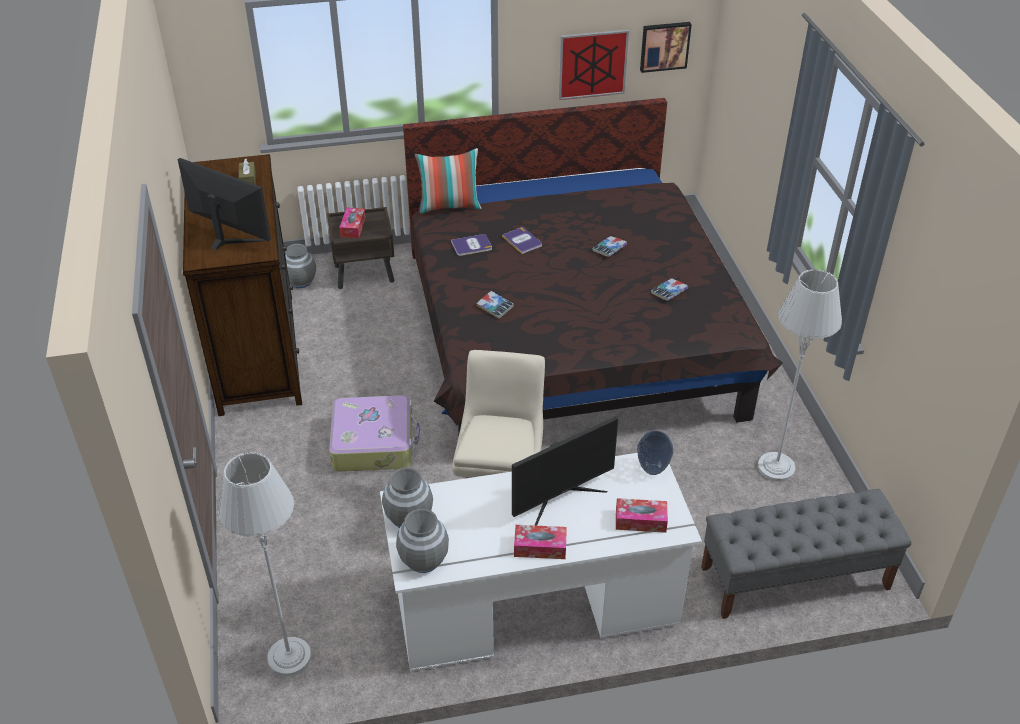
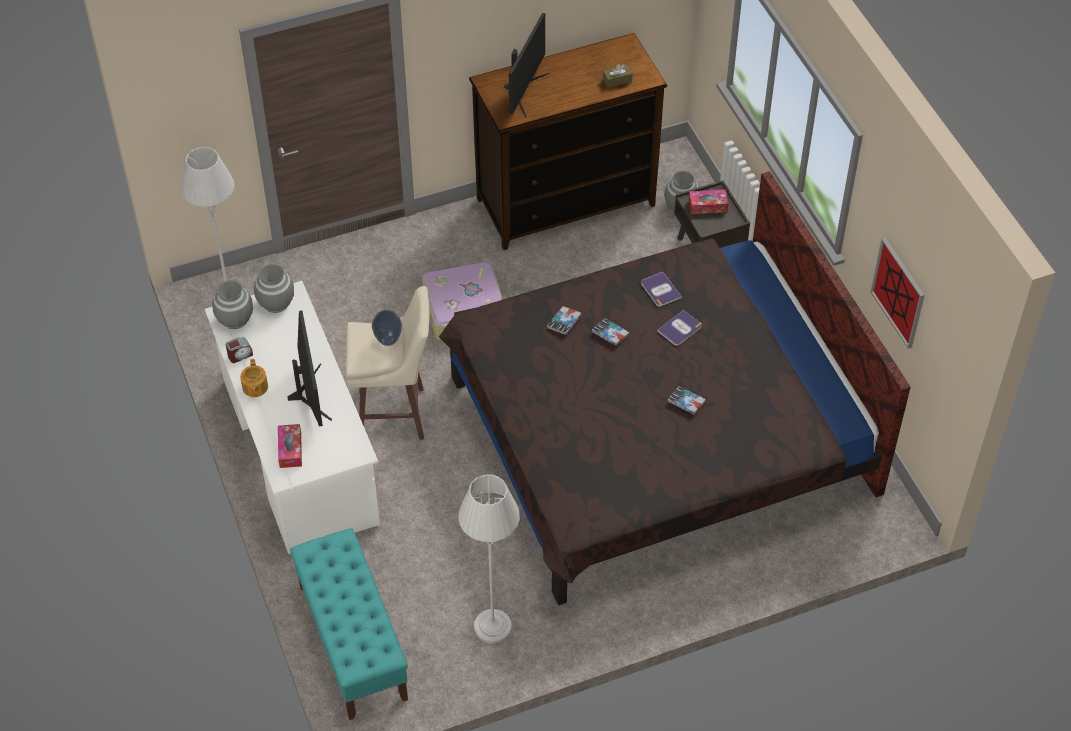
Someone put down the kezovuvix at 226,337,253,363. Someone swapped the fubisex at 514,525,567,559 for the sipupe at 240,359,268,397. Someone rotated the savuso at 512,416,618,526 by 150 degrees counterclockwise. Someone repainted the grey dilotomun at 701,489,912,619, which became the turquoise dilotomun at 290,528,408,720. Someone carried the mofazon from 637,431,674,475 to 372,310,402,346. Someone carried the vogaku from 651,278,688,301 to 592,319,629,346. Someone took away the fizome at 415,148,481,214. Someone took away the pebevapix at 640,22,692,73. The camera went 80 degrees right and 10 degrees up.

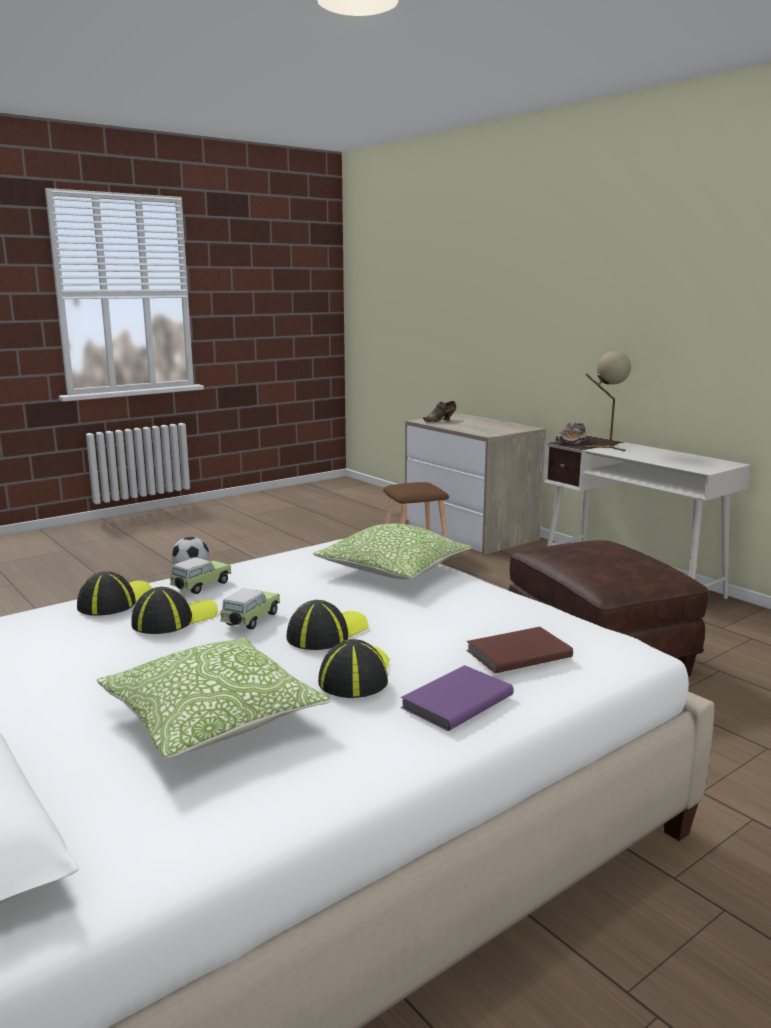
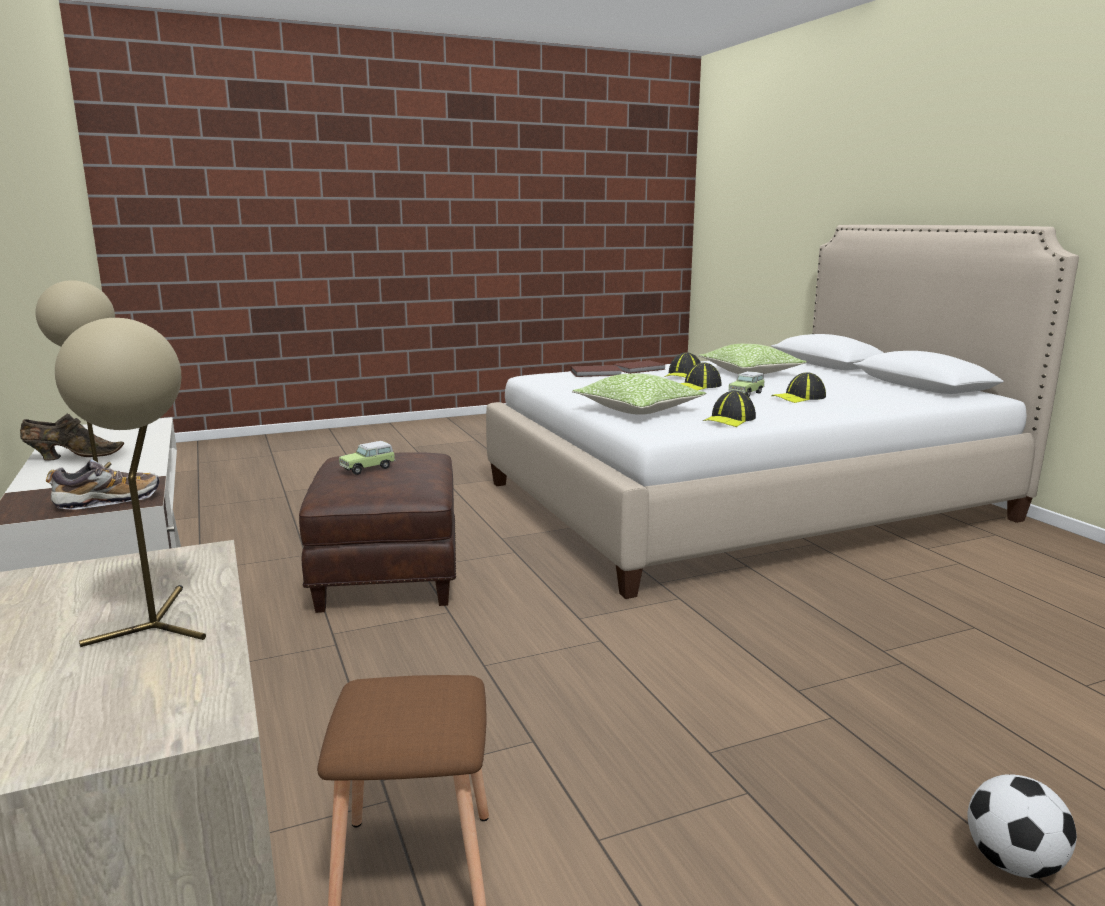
Someone carried the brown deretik from 423,401,456,422 to 20,414,124,461. Someone put down the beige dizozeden at 55,318,206,647. Someone carried the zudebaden from 170,557,231,594 to 339,441,396,475. Someone repainted the purple vogaku at 400,665,514,731, which became the brown vogaku at 613,360,666,374. Someone carried the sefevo from 77,571,152,616 to 703,391,756,427. The camera went 165 degrees left and 0 degrees up.

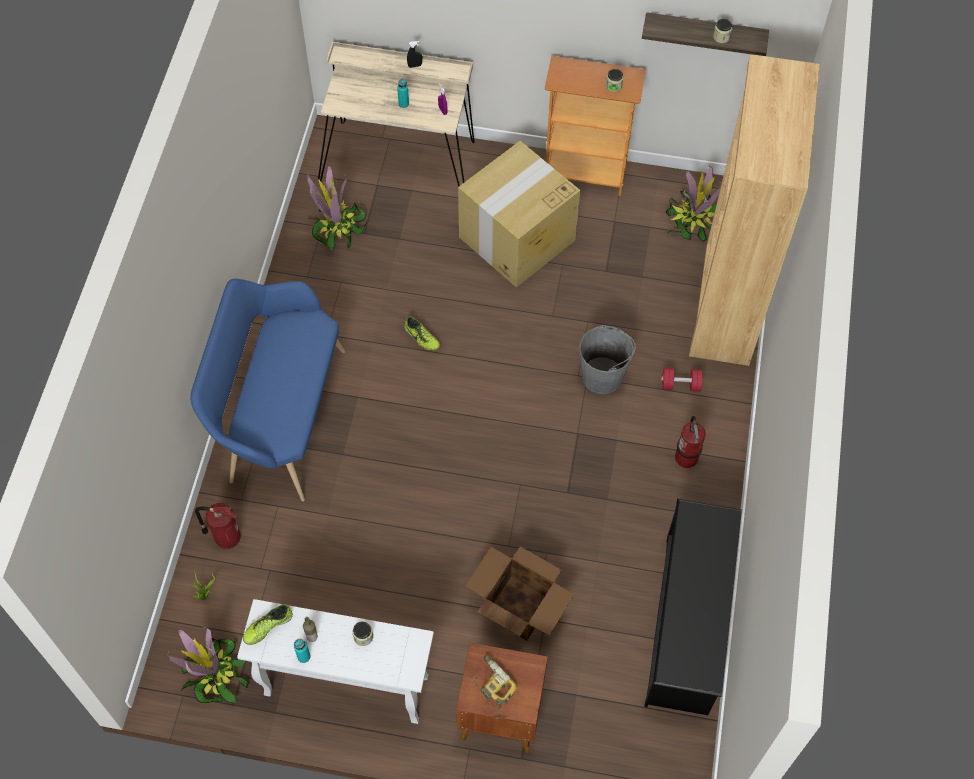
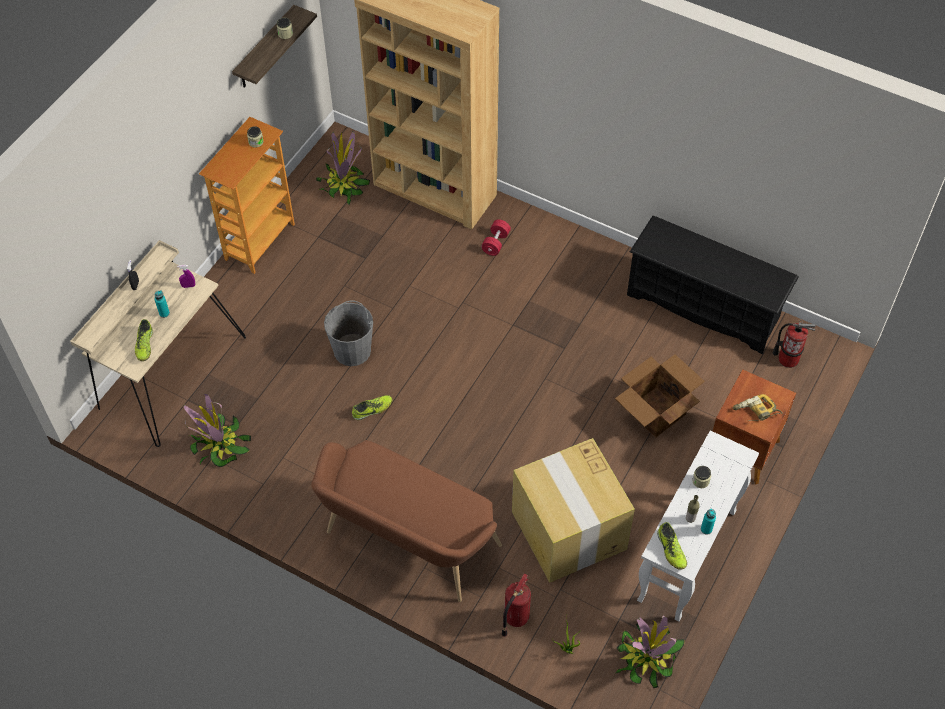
Someone put down the deretik at 135,319,153,361. Someone repainted the blue dilotomun at 190,279,345,501, which became the brown dilotomun at 311,440,502,602. Someone carried the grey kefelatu from 579,325,636,394 to 324,301,373,366. Someone carried the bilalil from 458,141,580,287 to 512,438,635,583. Someone carried the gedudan from 675,416,706,468 to 773,320,816,368. The camera went 70 degrees left and 5 degrees down.

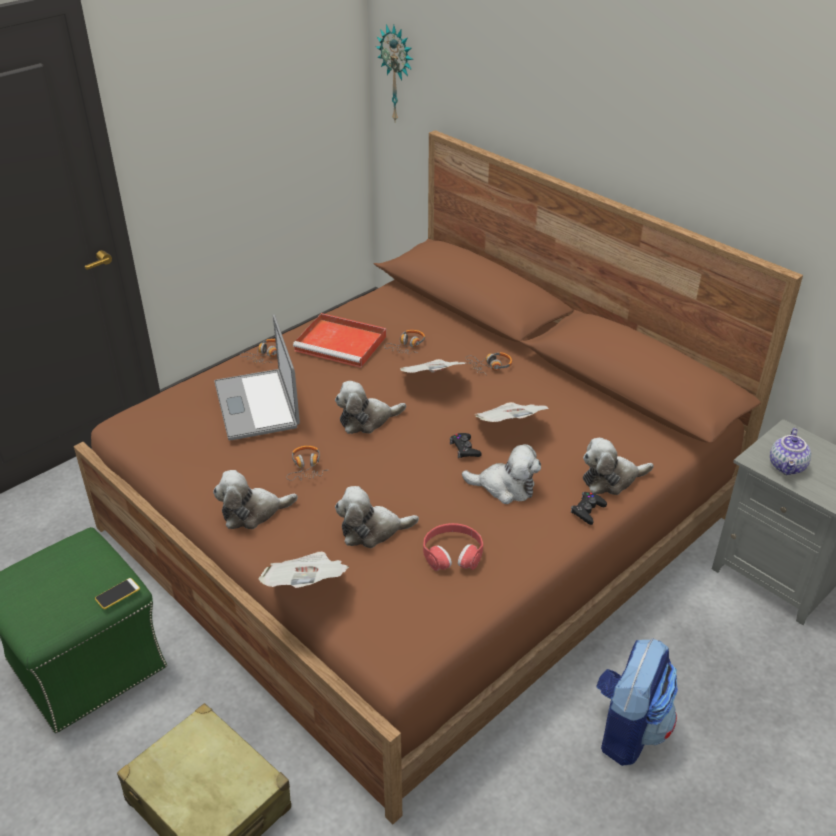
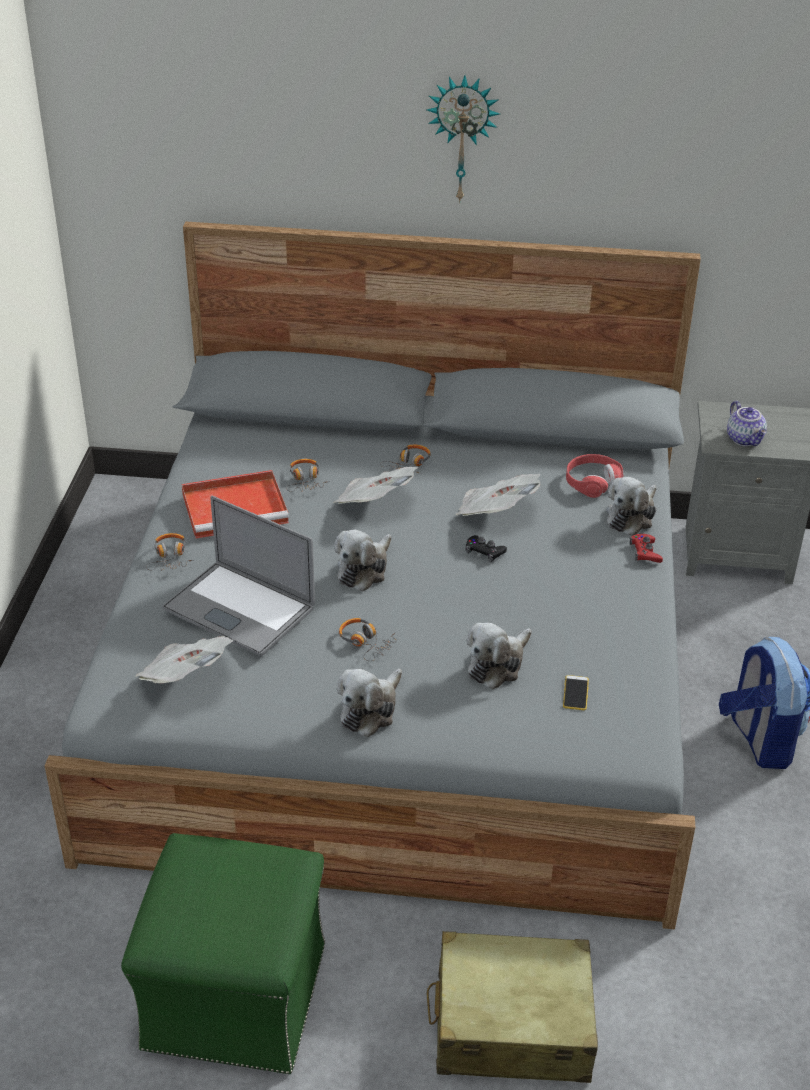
Someone repainted the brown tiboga at 74,130,803,824, which became the grey tiboga at 45,222,701,929. Someone carried the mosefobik from 258,552,349,588 to 136,636,233,683. Someone carried the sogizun from 376,24,413,121 to 427,75,500,203. Someone carried the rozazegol from 95,578,140,609 to 563,675,589,710. Someone carried the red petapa from 423,523,483,571 to 566,454,623,498. Someone repainted the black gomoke at 571,492,607,525, which became the red gomoke at 629,534,663,563. Someone took away the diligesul at 462,444,541,504. The camera went 40 degrees left and 0 degrees up.

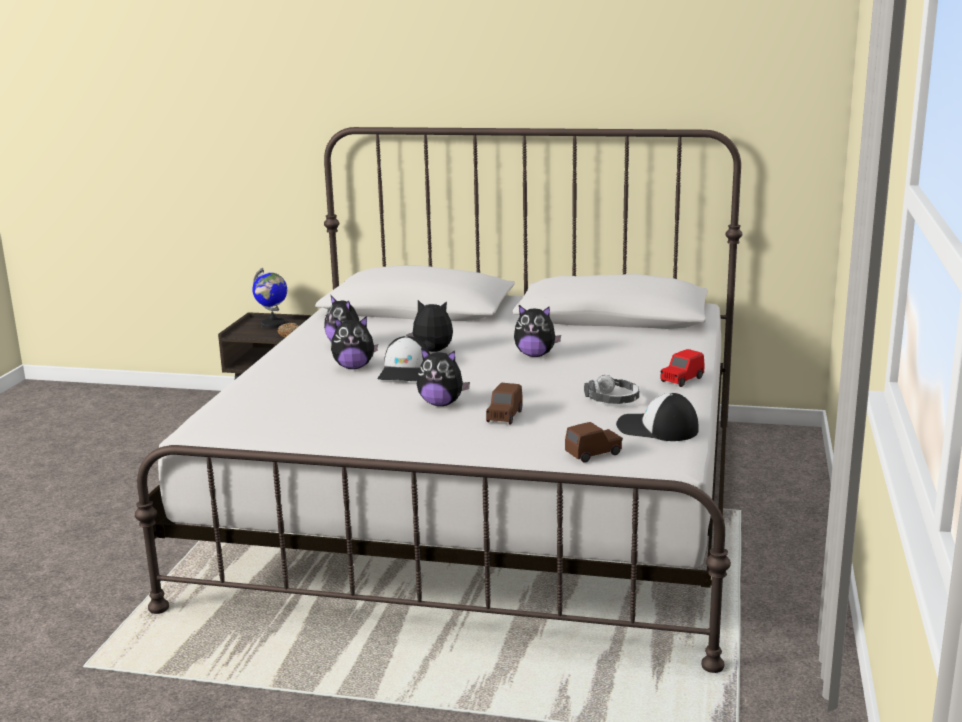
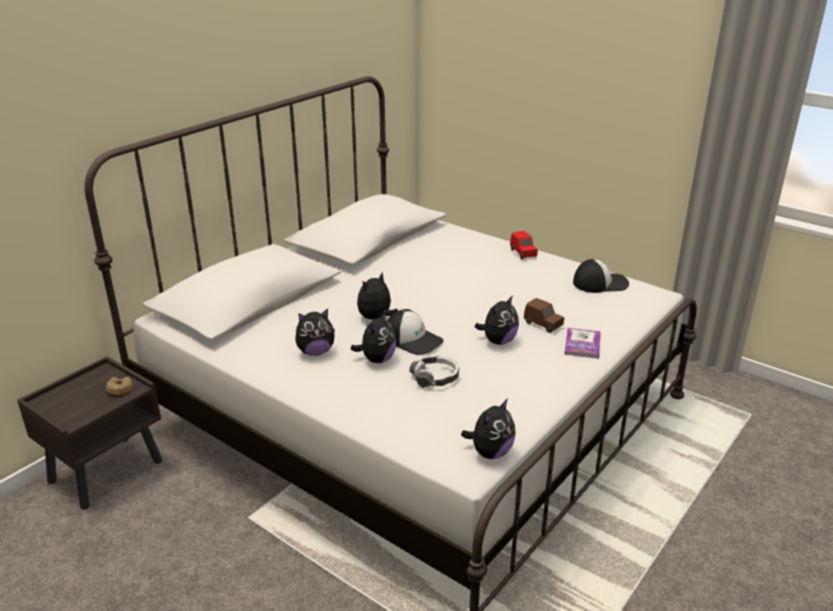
Someone carried the petapa from 584,375,639,404 to 410,356,459,388. Someone carried the diligesul from 514,305,561,357 to 461,398,516,459. Someone put down the vogaku at 564,328,601,359. Someone rotated the sefevo at 616,393,698,441 by 150 degrees counterclockwise. Someone took away the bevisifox at 252,267,287,329. Someone took away the brown zudebaden at 565,422,623,463. The camera went 65 degrees left and 10 degrees up.

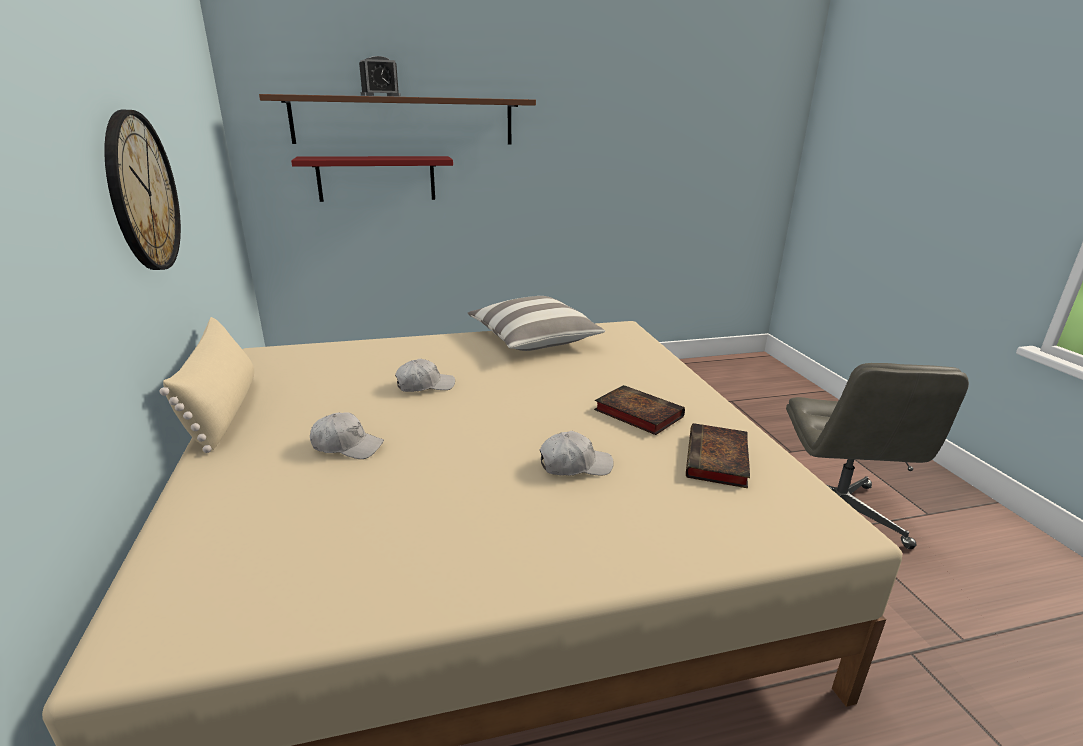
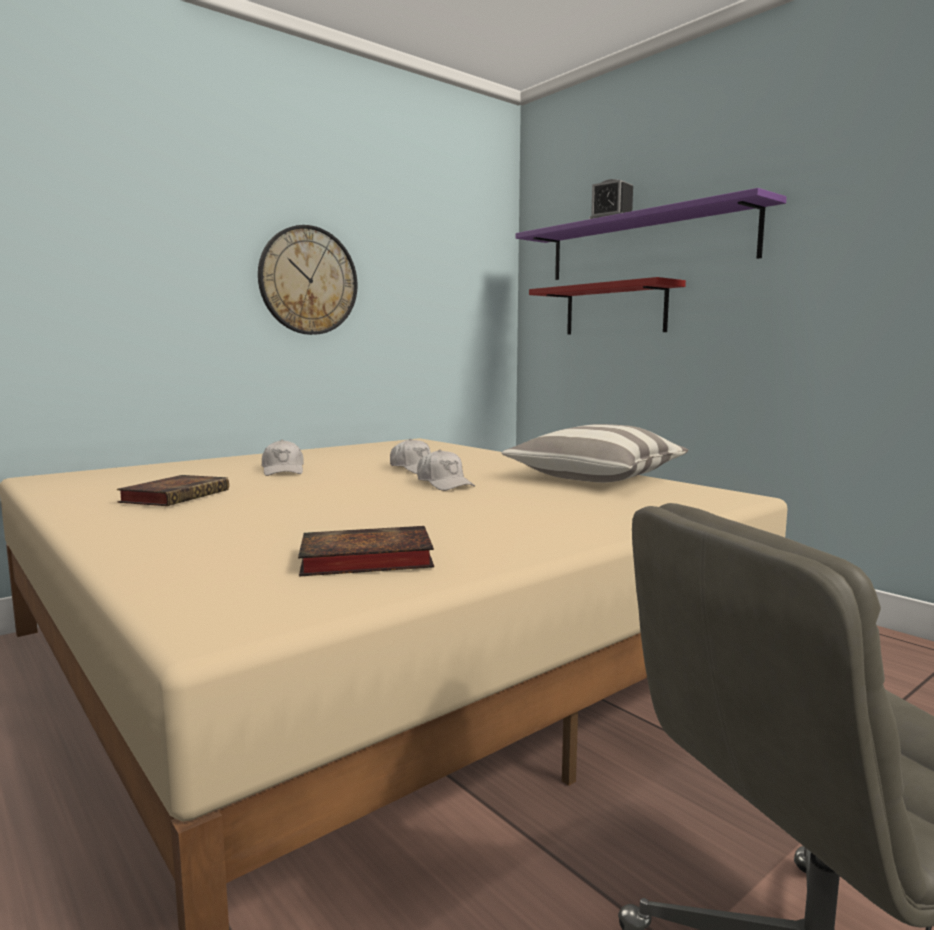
Someone carried the vogaku from 594,385,685,435 to 117,475,229,506. Someone carried the white sefevo from 540,431,614,476 to 417,450,475,491. Someone repainted the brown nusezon at 259,94,536,145, which became the purple nusezon at 516,188,787,280. Someone took away the beige fizome at 159,317,254,453. The camera went 65 degrees right and 15 degrees down.

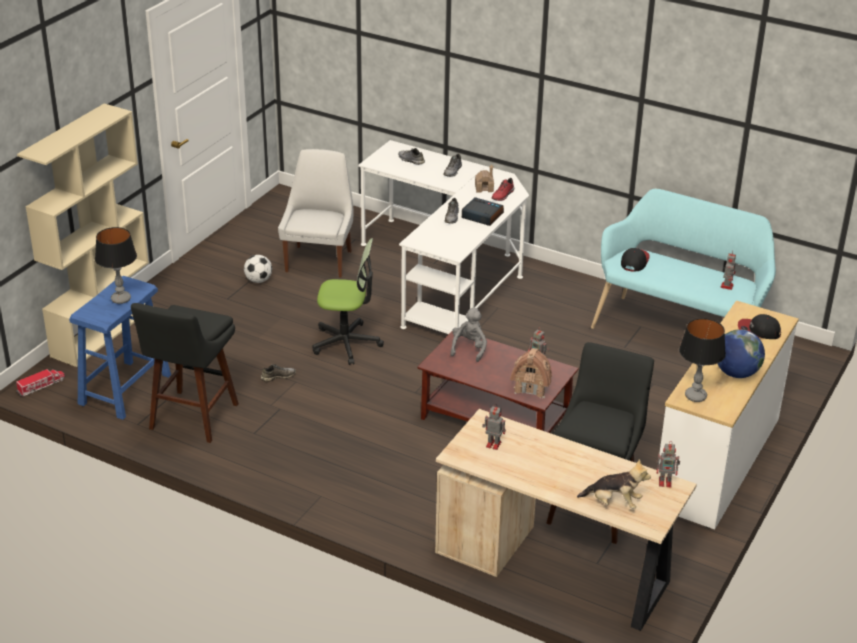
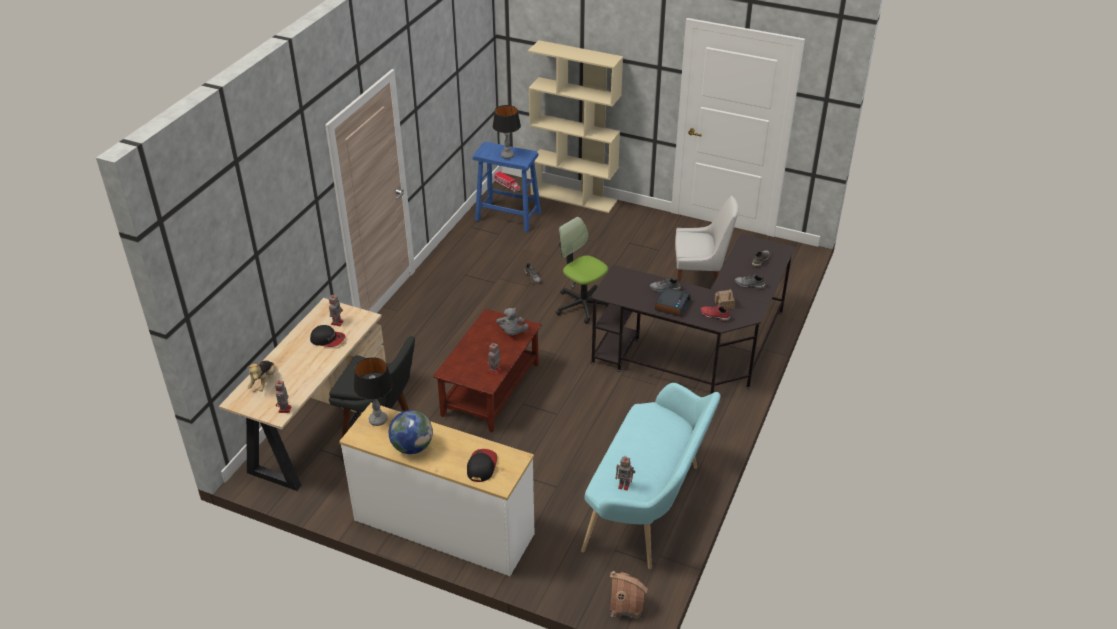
Someone carried the sefevo from 621,248,650,272 to 310,325,345,347. Someone rotated the grey diligesul at 450,308,487,362 by 75 degrees clockwise. Someone rotated the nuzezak at 312,238,384,365 by 135 degrees clockwise. Someone repainted the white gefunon at 358,140,529,334, which became the black gefunon at 591,234,795,394. Someone carried the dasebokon from 510,348,552,398 to 610,571,648,619. Someone took away the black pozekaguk at 131,303,239,443. Someone took away the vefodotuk at 244,255,272,283. The camera went 85 degrees right and 5 degrees up.

